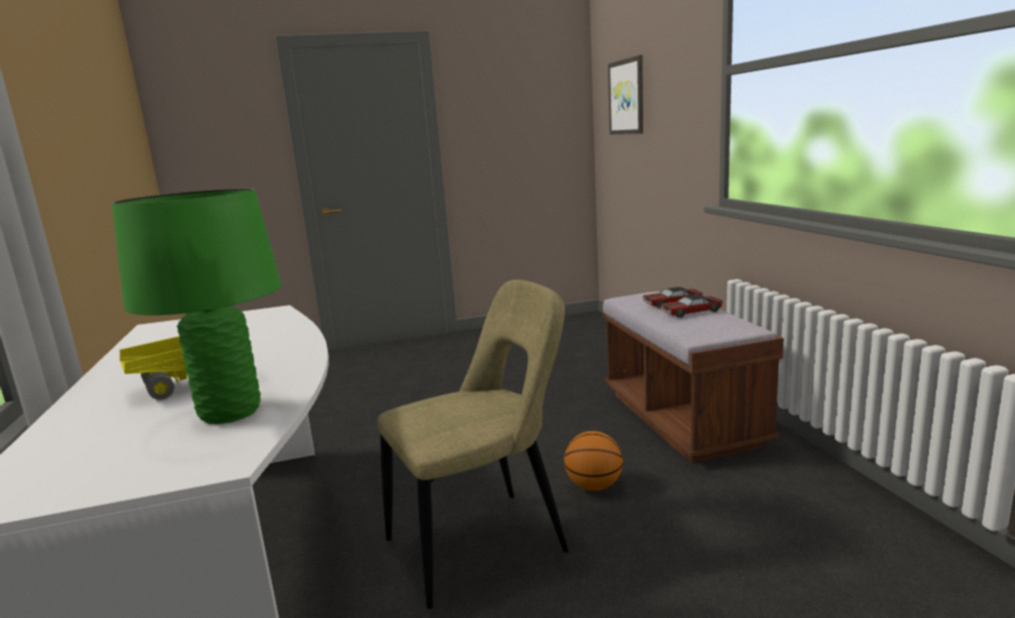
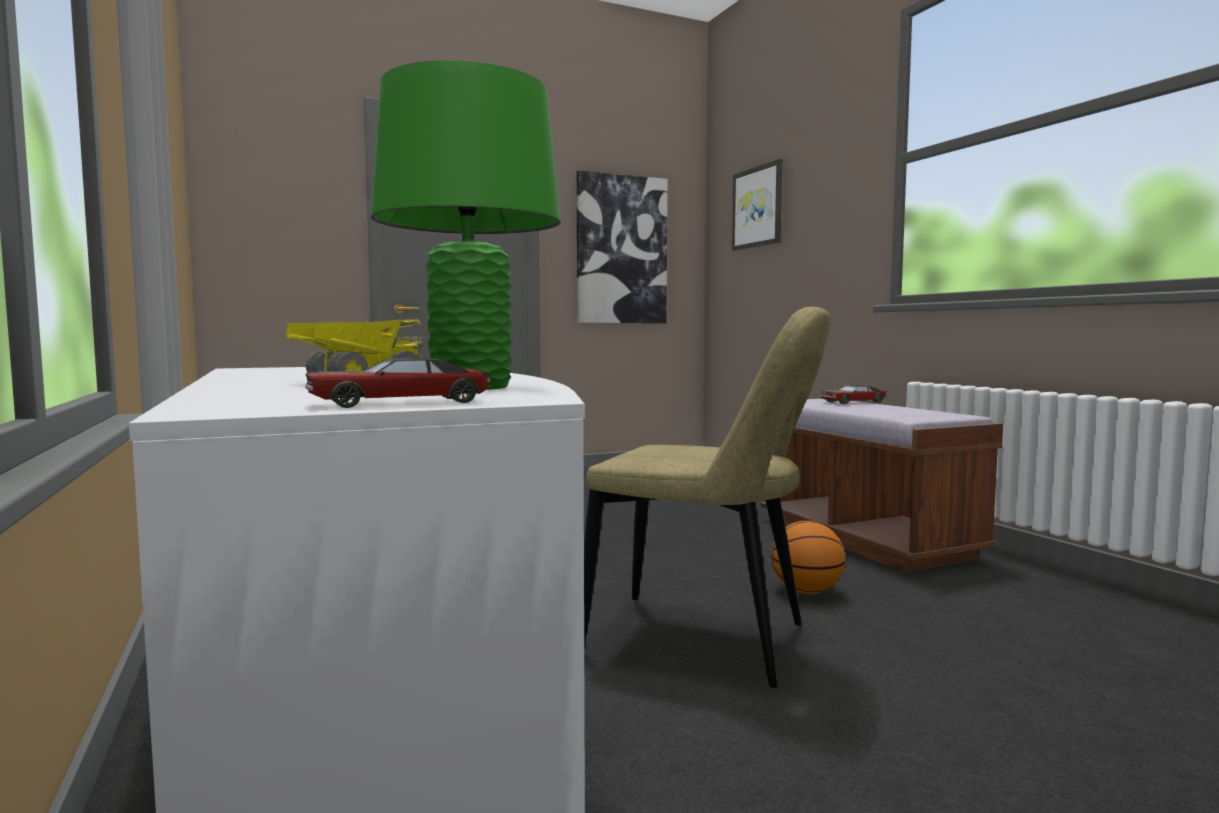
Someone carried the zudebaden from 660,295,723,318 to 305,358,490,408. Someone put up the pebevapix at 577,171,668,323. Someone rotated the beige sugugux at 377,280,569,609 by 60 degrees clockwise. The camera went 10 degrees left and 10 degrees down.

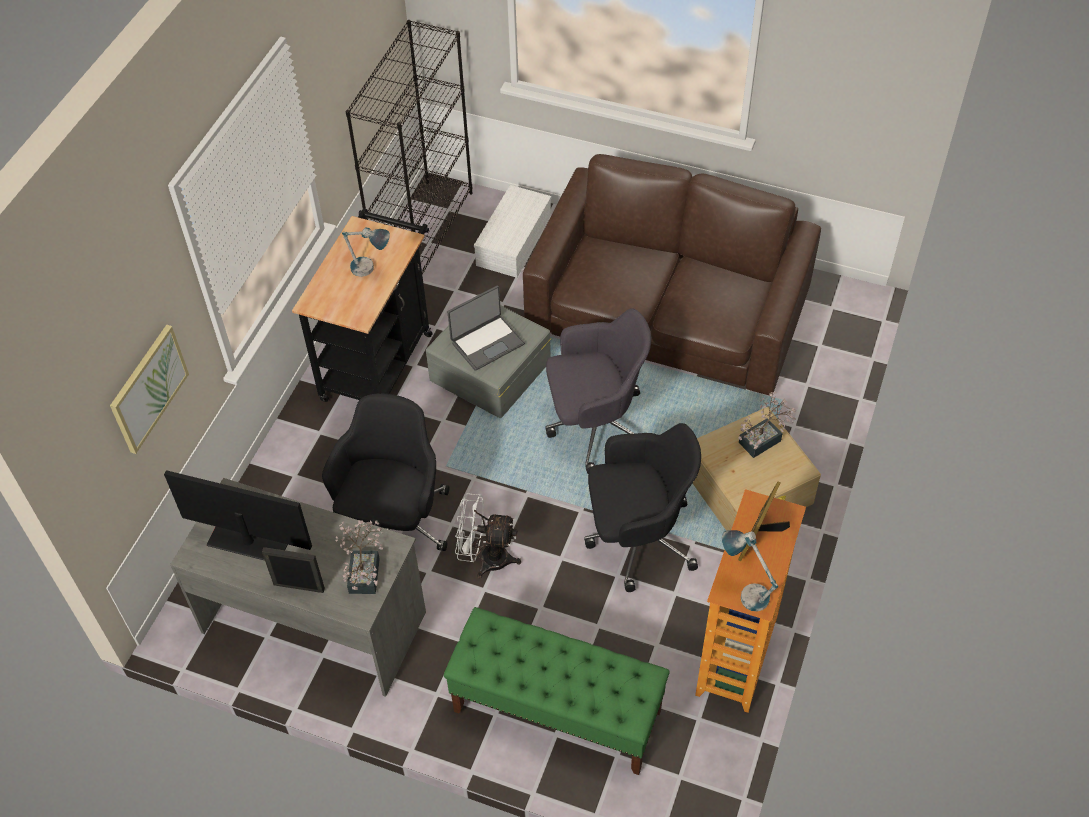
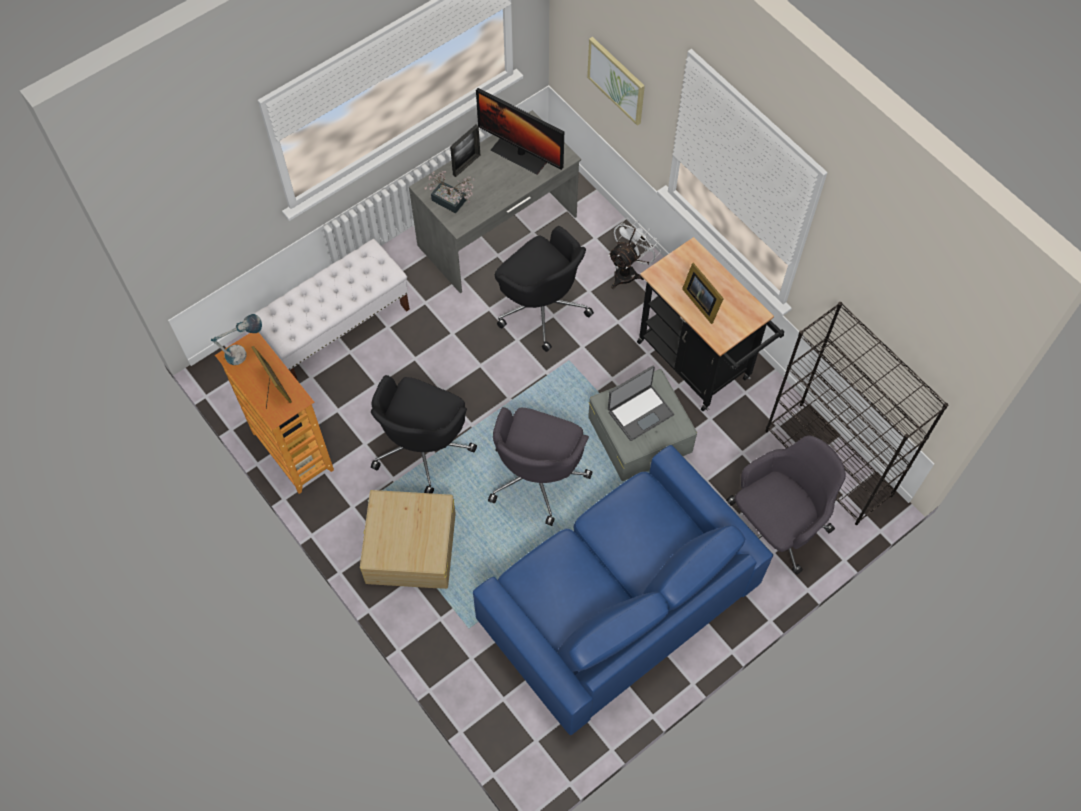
Someone repainted the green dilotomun at 444,607,670,775, which became the white dilotomun at 254,239,410,380. Someone repainted the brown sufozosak at 523,154,821,395, which became the blue sufozosak at 473,445,773,735. Someone rotated the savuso at 164,470,312,561 by 75 degrees clockwise. Someone carried the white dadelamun from 455,493,521,578 to 608,218,661,289. Someone rotated the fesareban at 447,285,525,371 by 120 degrees counterclockwise. Someone swapped the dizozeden at 342,227,390,277 for the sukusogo at 682,263,724,324. Someone swapped the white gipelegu at 474,185,551,278 for the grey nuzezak at 726,435,846,575. Someone took away the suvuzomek at 738,392,796,458. The camera went 120 degrees right and 10 degrees up.

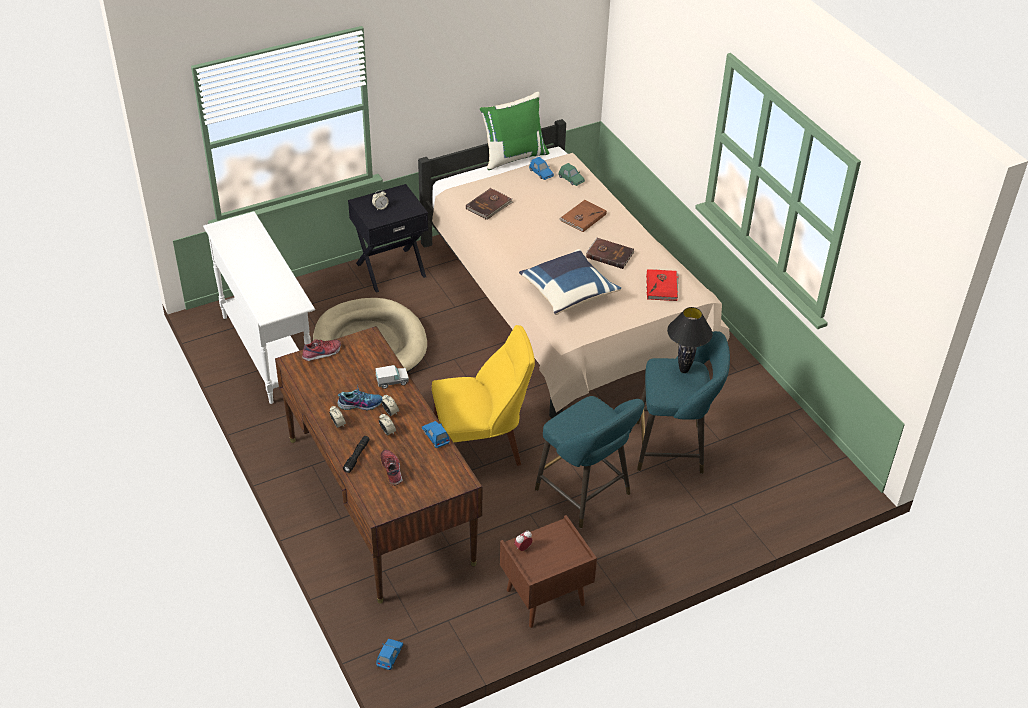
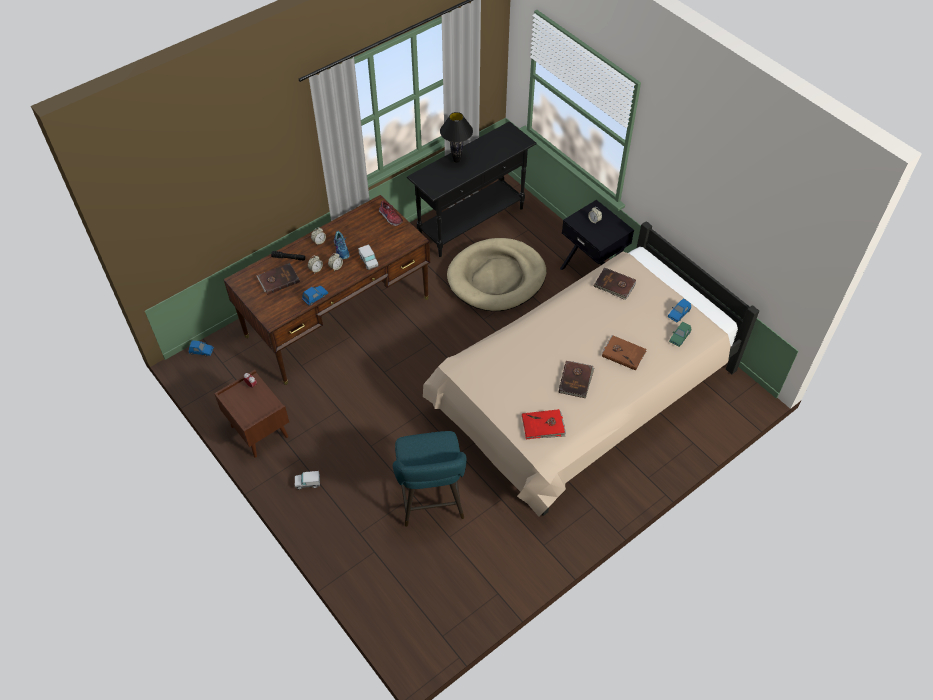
Someone swapped the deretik at 381,450,403,486 for the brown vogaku at 256,263,300,295. Someone put down the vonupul at 295,471,320,489. Someone repainted the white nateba at 203,211,315,404, which became the black nateba at 407,121,537,257. Someone carried the black dizozeden from 667,307,713,373 to 440,112,473,163. Someone took away the yellow sugugux at 432,325,535,466. Someone took away the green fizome at 480,92,549,170. Someone took away the blue fizome at 519,249,621,315. Someone took away the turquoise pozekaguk at 535,396,644,528. The camera went 80 degrees right and 10 degrees up.

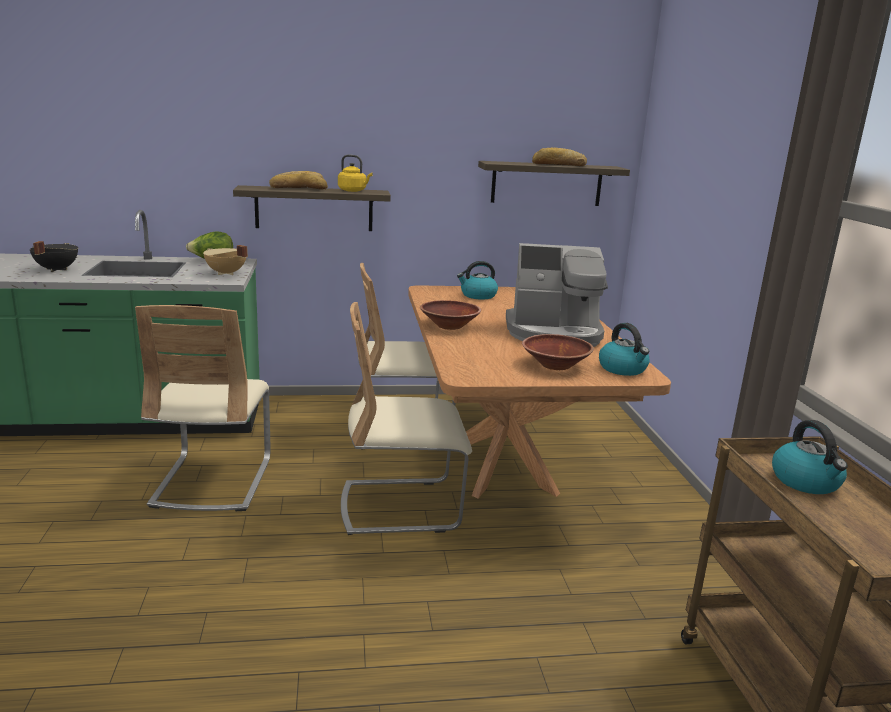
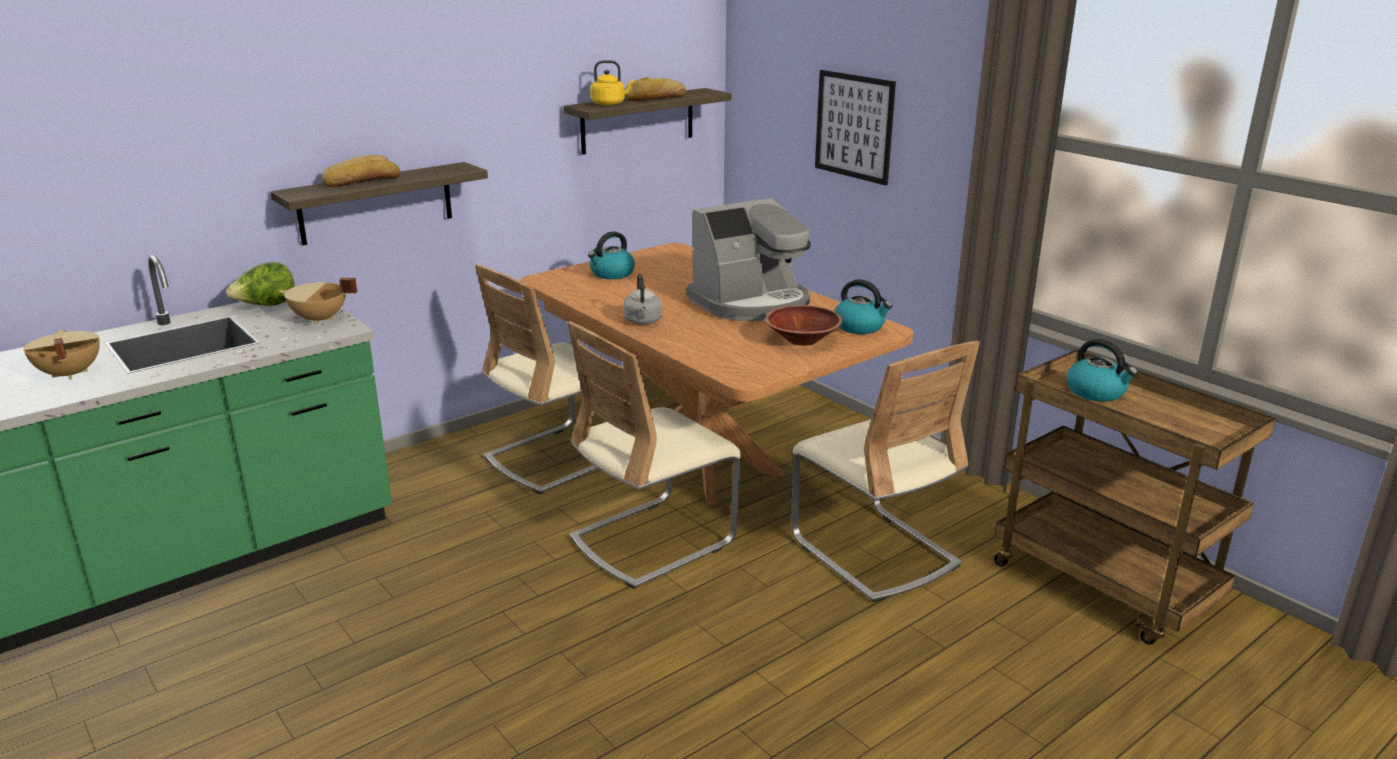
Someone repainted the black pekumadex at 30,241,78,272, which became the beige pekumadex at 23,330,100,380. Someone carried the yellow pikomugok from 338,154,373,192 to 590,60,635,106. Someone swapped the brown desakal at 420,300,481,330 for the grey pikomugok at 623,273,662,324. Someone carried the beige sugugux from 135,305,271,511 to 791,340,980,602. Someone put up the pebevapix at 815,70,896,186. The camera went 30 degrees left and 5 degrees up.

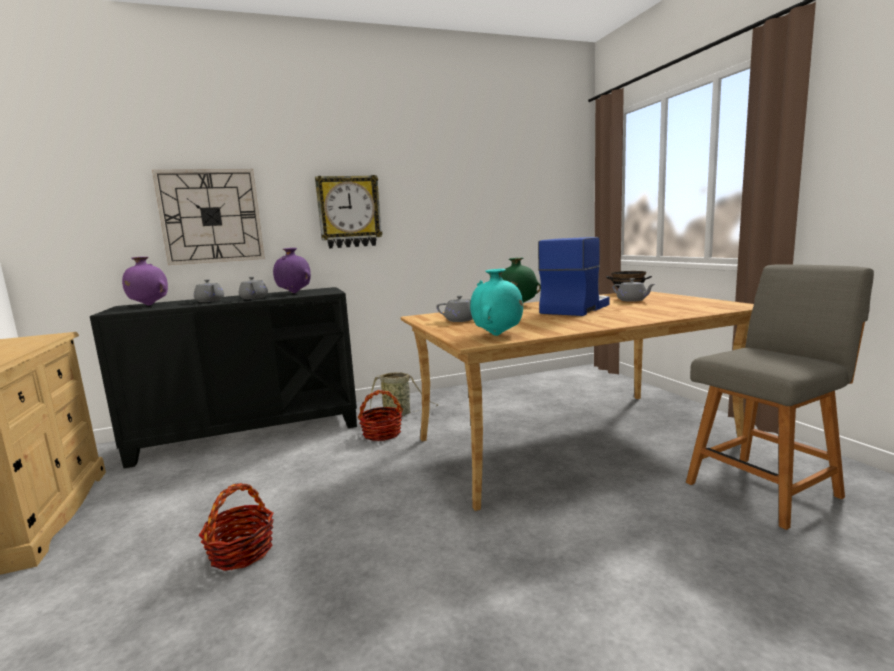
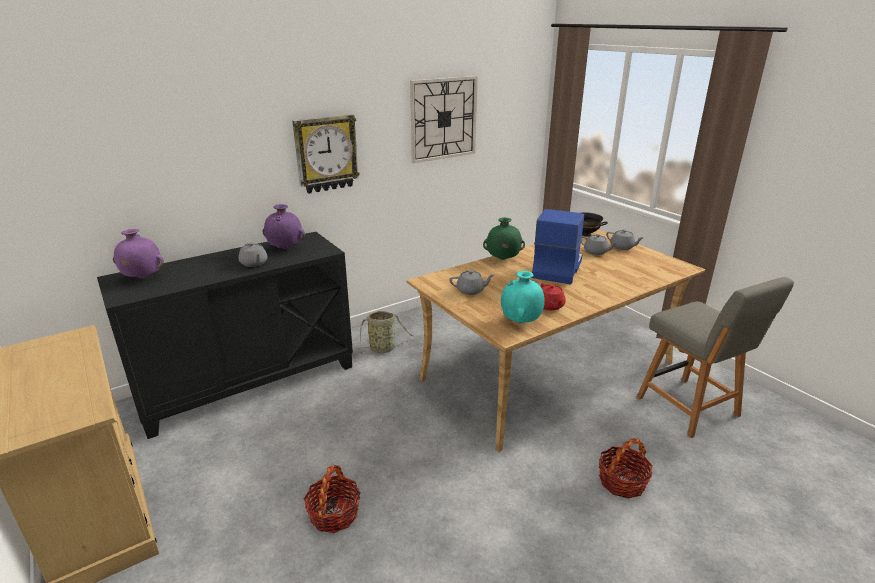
Someone carried the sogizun from 152,169,265,265 to 410,76,478,163. Someone put down the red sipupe at 541,283,566,310. Someone carried the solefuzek from 358,390,403,441 to 599,438,653,499. Someone carried the grey sipupe from 194,279,224,302 to 606,229,643,250. Someone rotated the grey sugugux at 686,264,874,530 by 105 degrees clockwise. The camera went 15 degrees left and 15 degrees up.

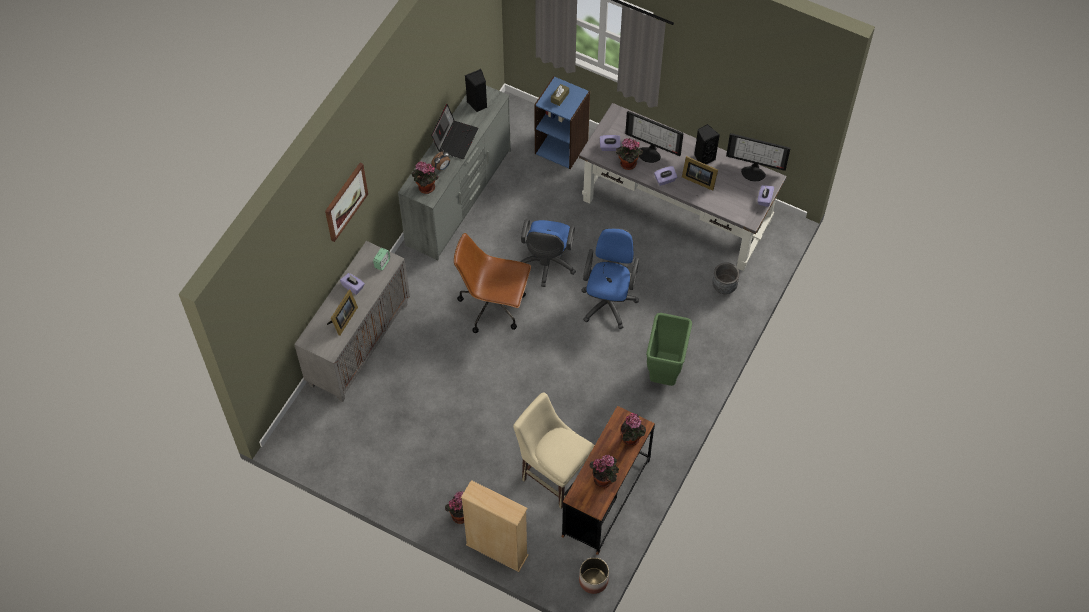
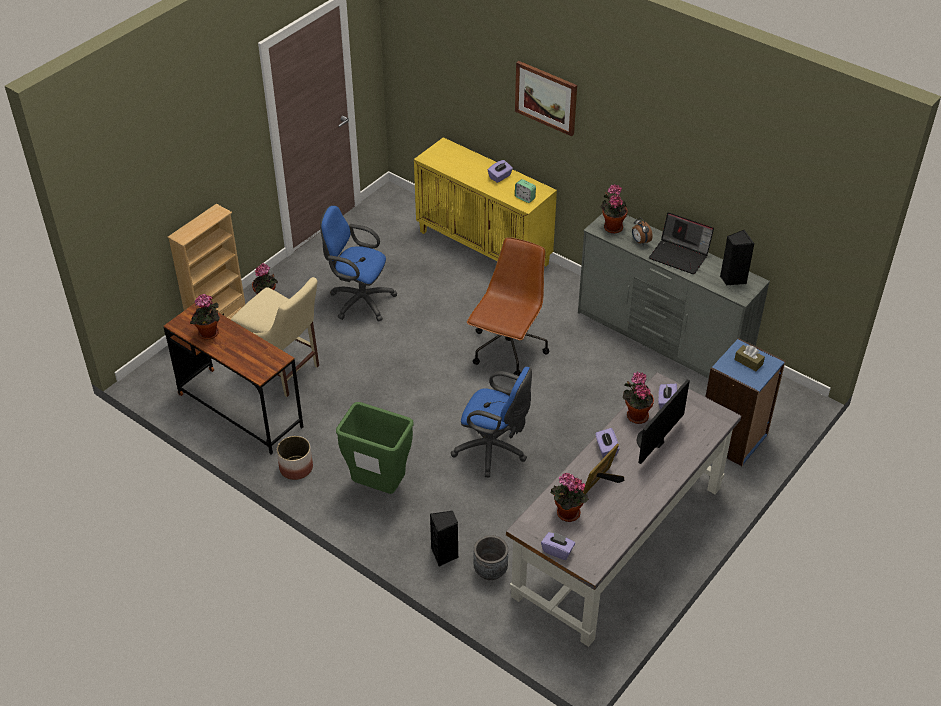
Someone rotated the beige sugugux at 513,393,595,509 by 75 degrees clockwise. Someone carried the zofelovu from 579,557,609,594 to 277,436,313,480. Someone carried the blue nuzezak from 520,219,576,287 to 320,205,397,322. Someone repainted the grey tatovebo at 294,241,410,402, which became the yellow tatovebo at 414,137,557,266. Someone carried the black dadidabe from 694,124,720,165 to 430,511,459,567. Someone carried the suvuzomek from 620,413,646,446 to 551,472,589,522. Someone took away the sukusogo at 327,289,358,336. Someone took away the savuso at 726,133,791,182. The camera went 100 degrees right and 15 degrees down.

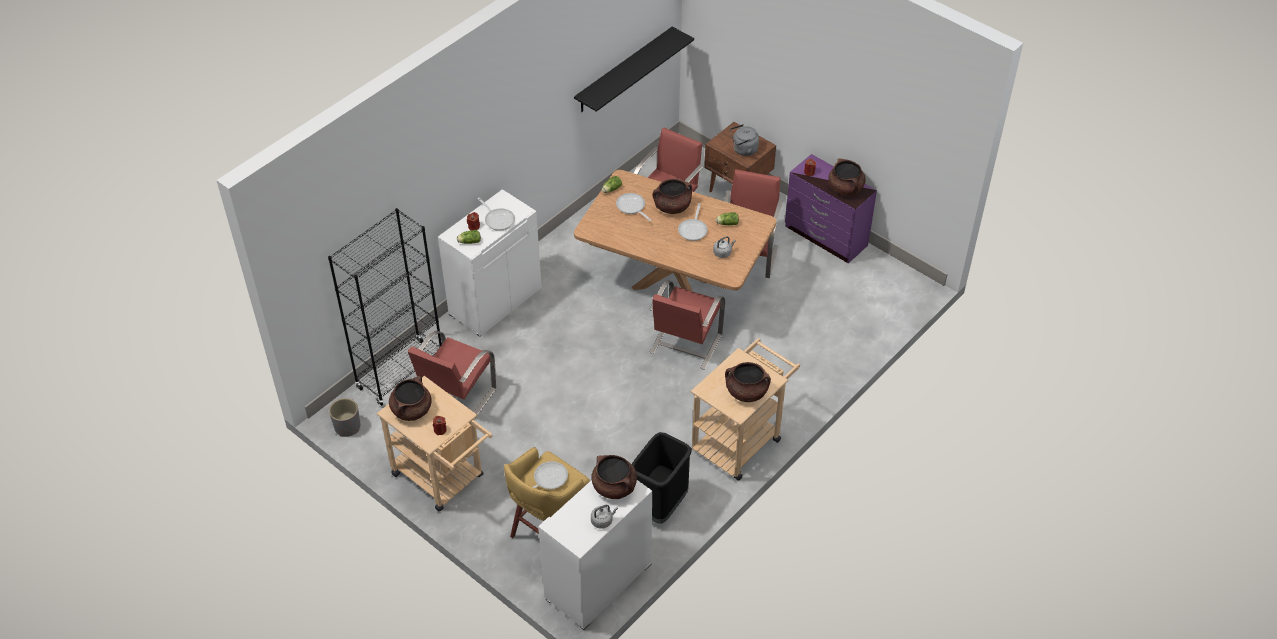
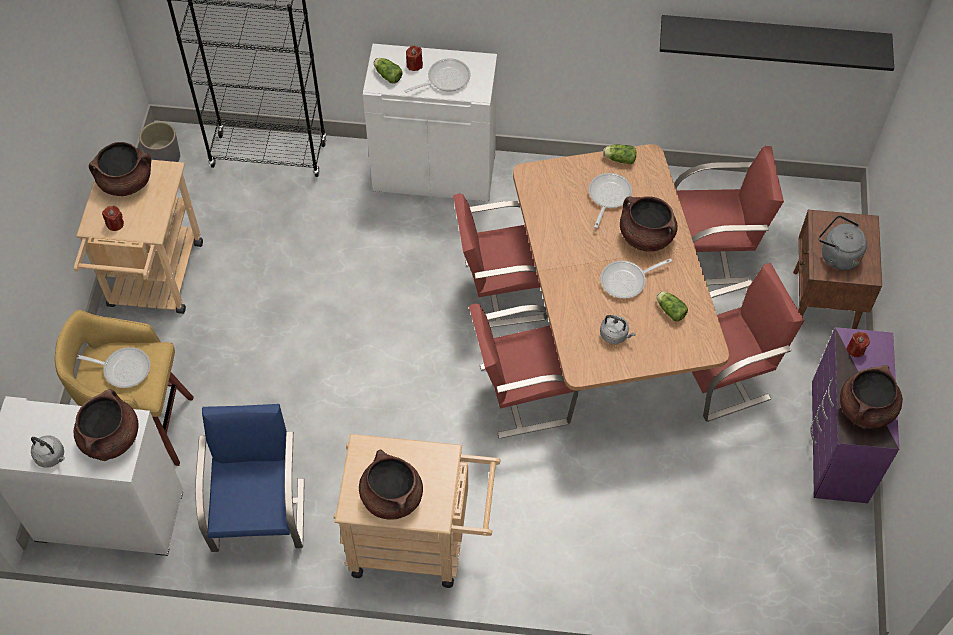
Someone swapped the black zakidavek at 632,432,692,524 for the blue sugugux at 195,404,305,552. Someone rotated the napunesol at 477,198,515,231 by 135 degrees counterclockwise. Someone carried the red sugugux from 408,331,496,415 to 453,193,548,327. The camera went 55 degrees right and 10 degrees up.

